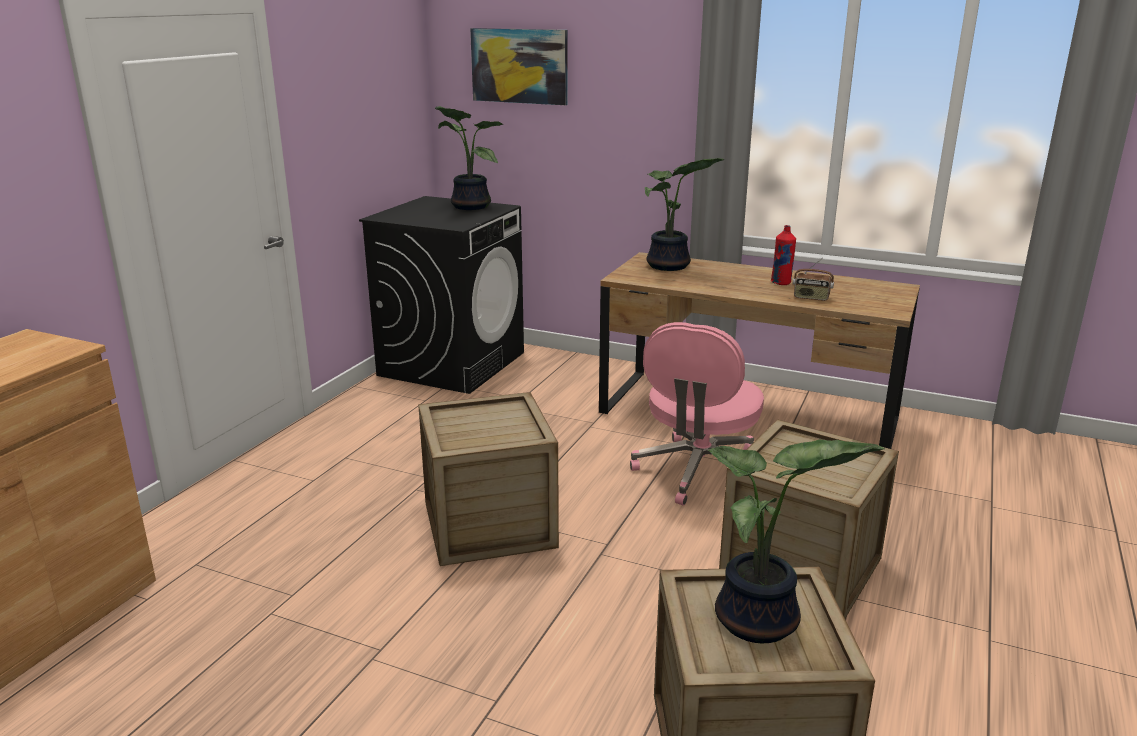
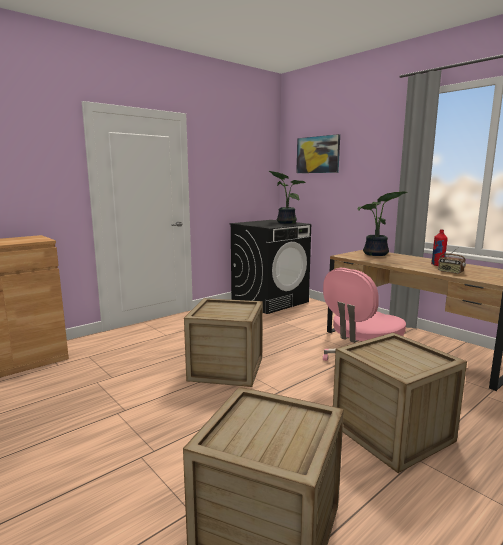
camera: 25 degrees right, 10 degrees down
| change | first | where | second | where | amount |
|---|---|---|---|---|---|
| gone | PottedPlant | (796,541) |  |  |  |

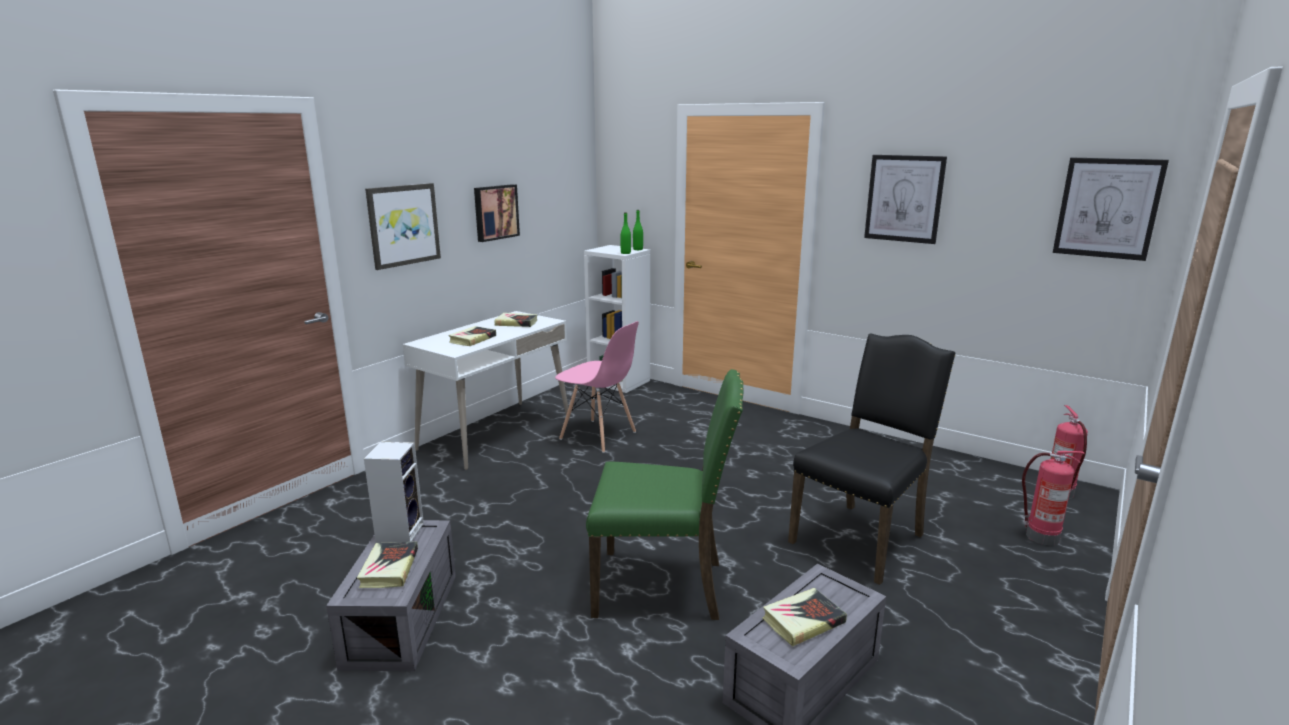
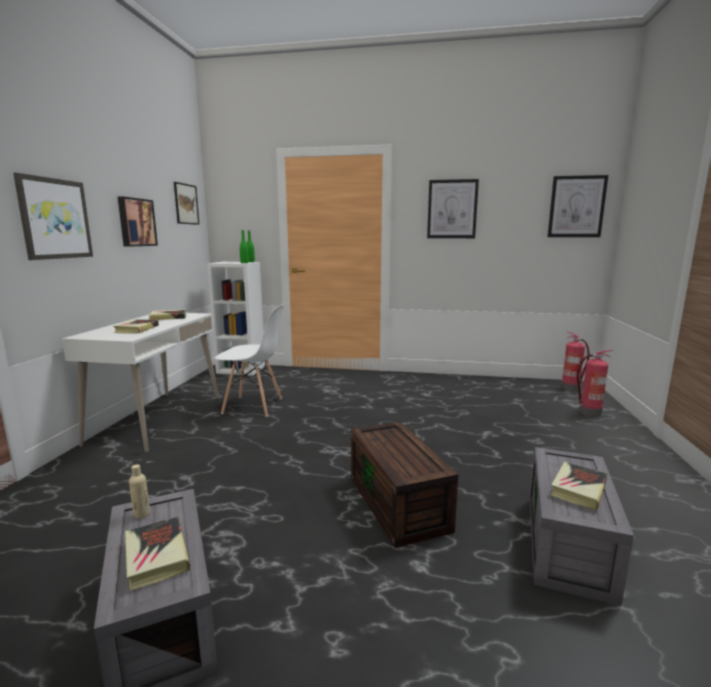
camera: 25 degrees left, 5 degrees down
| change | first | where | second | where | amount |
|---|---|---|---|---|---|
| gone | BlackChair | (871,459) |  |  |  |
| new |  |  | Picture | (186,203) |  |
| swapped | Speaker | (394,492) | BeigeBottle | (139,491) |  |
| swapped | GreenChair | (664,494) | BrownStorageBox | (404,485) |  |
| repainted | PinkChair | (597,387) | WhiteChair | (249,360) |  |

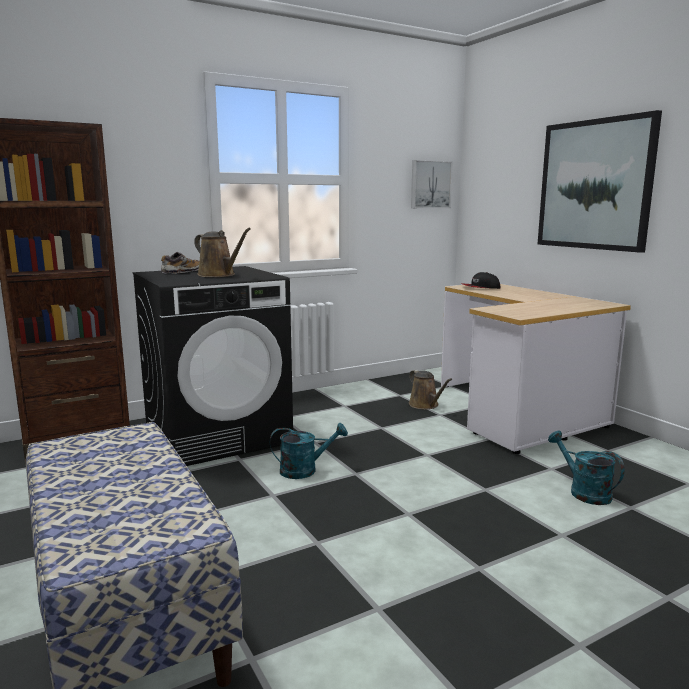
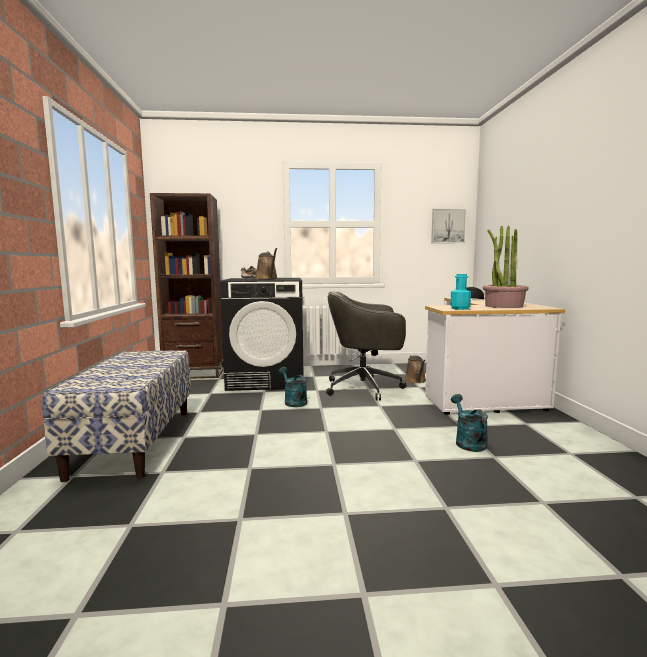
camera: 25 degrees right, 5 degrees down
| change | first | where | second | where | amount |
|---|---|---|---|---|---|
| gone | Picture | (600,181) |  |  |  |
| new |  |  | GreyOfficeChair | (366,346) |  |
| new |  |  | TurquoiseBottle | (460,292) |  |
| new |  |  | PottedPlant | (506,266) |  |
| rotated | TurquoiseWateringCan | (309,451) |  | (292,387) | 135 degrees counterclockwise |

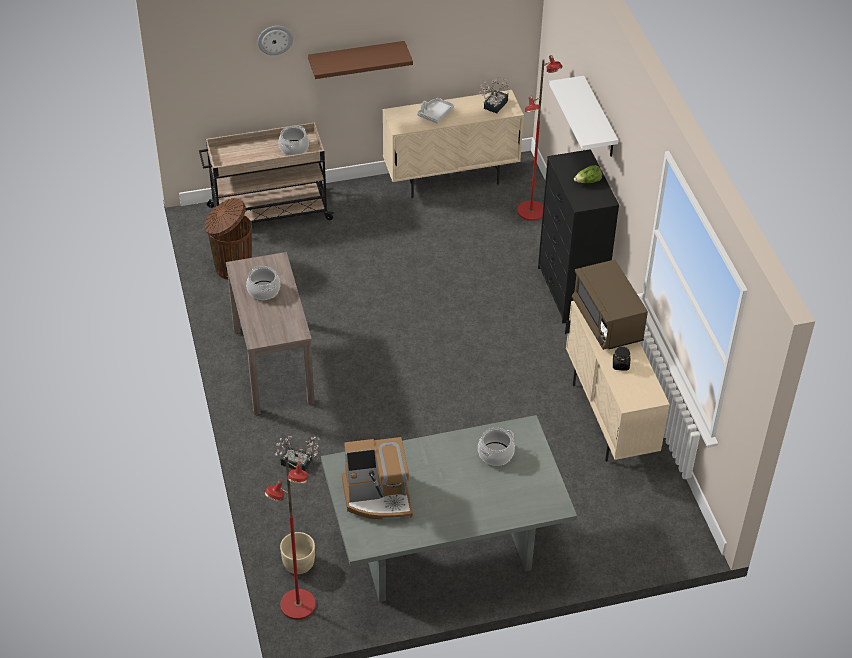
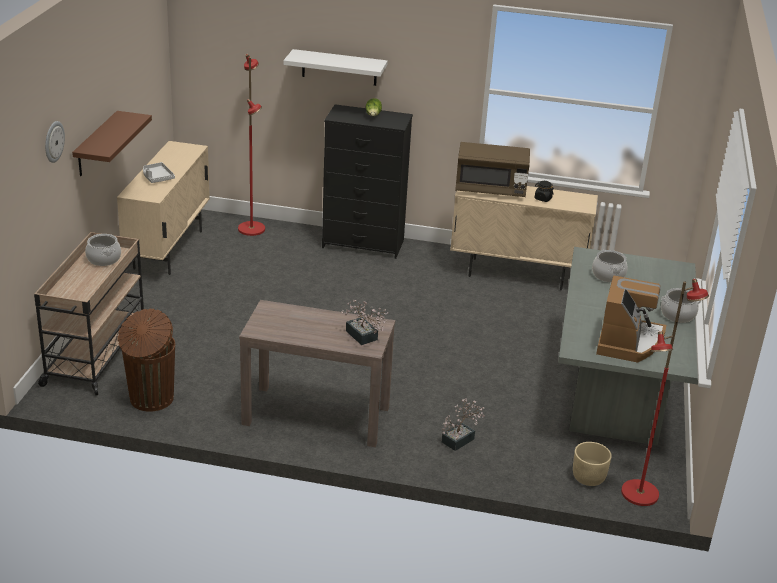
camera: 65 degrees left, 15 degrees down
| change | first | where | second | where | amount |
|---|---|---|---|---|---|
| shifted | CookingPot | (263,283) |  | (681,305) |  |
| shifted | PottedPlant | (494,95) |  | (365,322) |  |

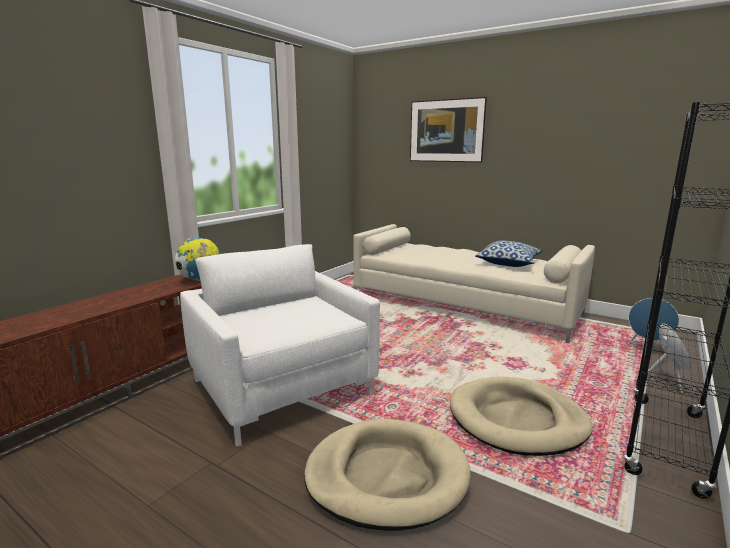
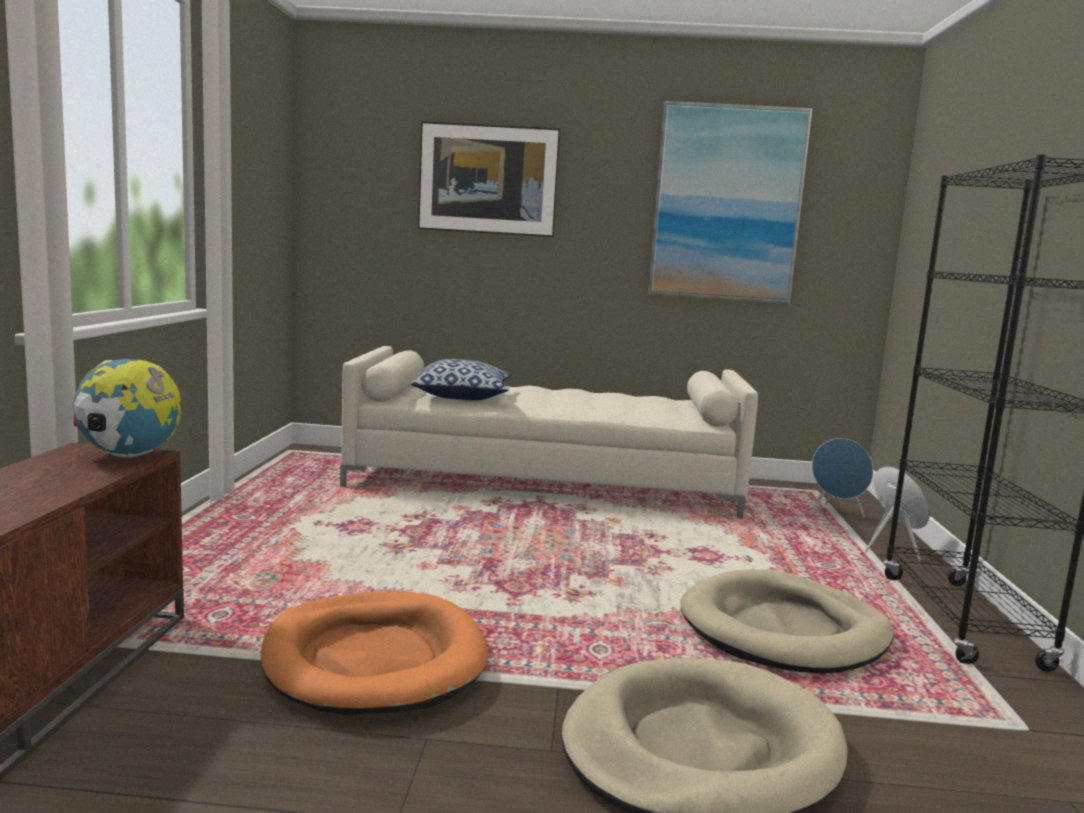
camera: 30 degrees left, 5 degrees down
| change | first | where | second | where | amount |
|---|---|---|---|---|---|
| new |  |  | Picture | (730,202) |  |
| shifted | Pillow | (509,254) |  | (461,379) |  |
| swapped | WhiteArmchair | (280,345) | OrangeDogBed | (374,653) |  |

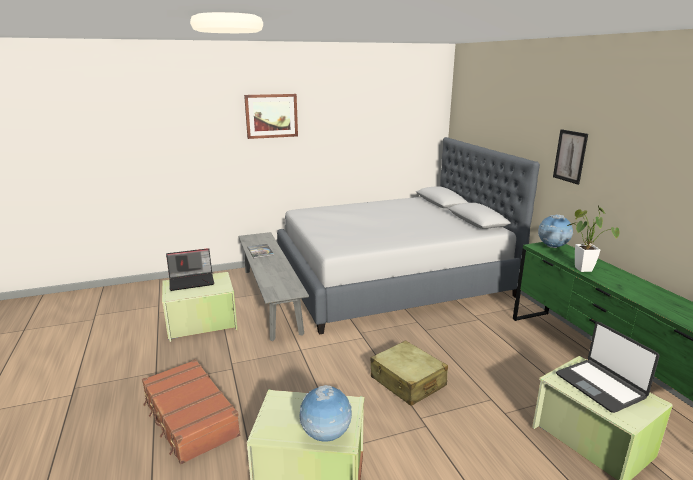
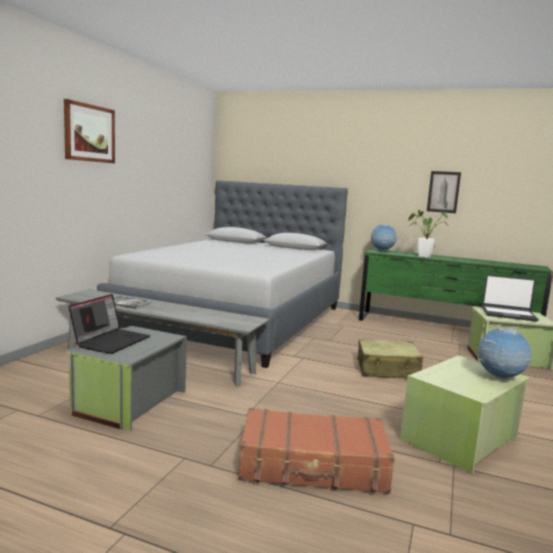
camera: 50 degrees left, 10 degrees down
| change | first | where | second | where | amount |
|---|---|---|---|---|---|
| shifted | Picture | (570,157) |  | (444,192) |  |
| repainted | GreenStorageBox | (199,307) | GreyStorageBox | (126,378) |  |

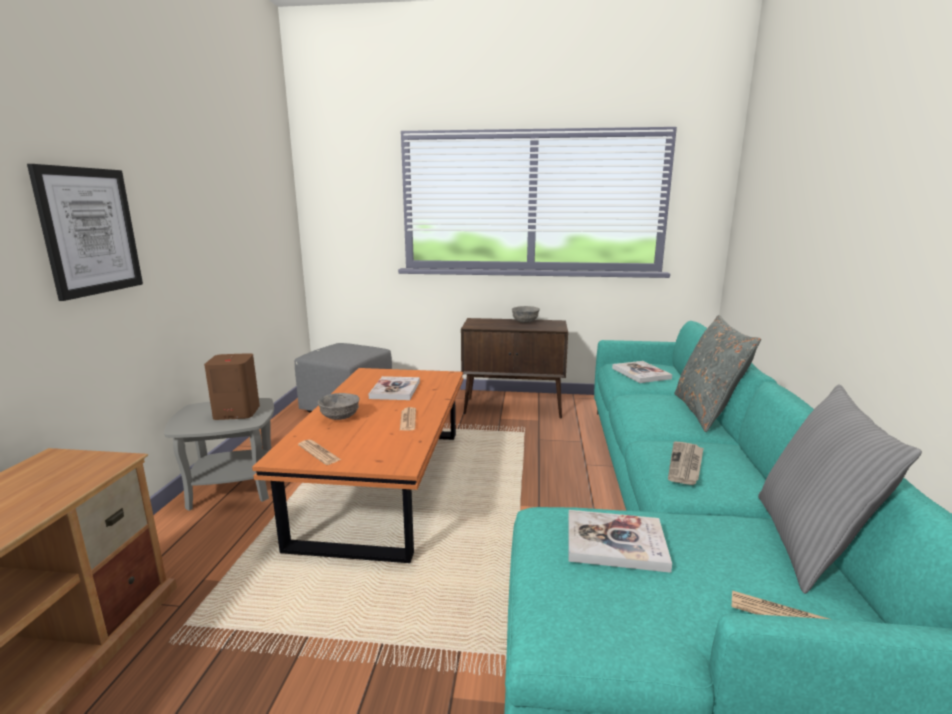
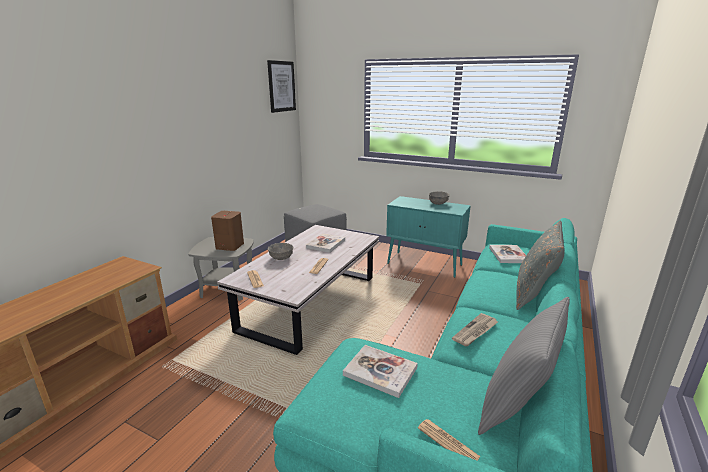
camera: 20 degrees right, 5 degrees up
| change | first | where | second | where | amount |
|---|---|---|---|---|---|
| shifted | Picture | (85,232) |  | (281,86) |  |
| repainted | OrangeCoffeeTable | (357,465) | WhiteCoffeeTable | (298,290) |  |
| repainted | BrownCabinet | (514,368) | TurquoiseCabinet | (428,237) |  |

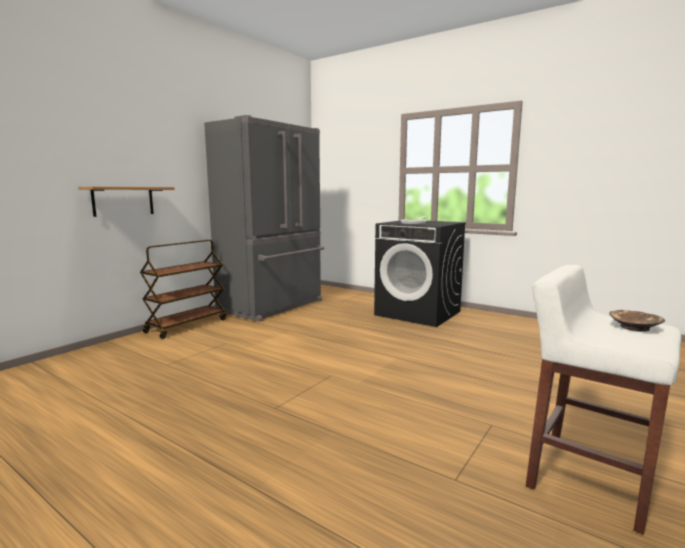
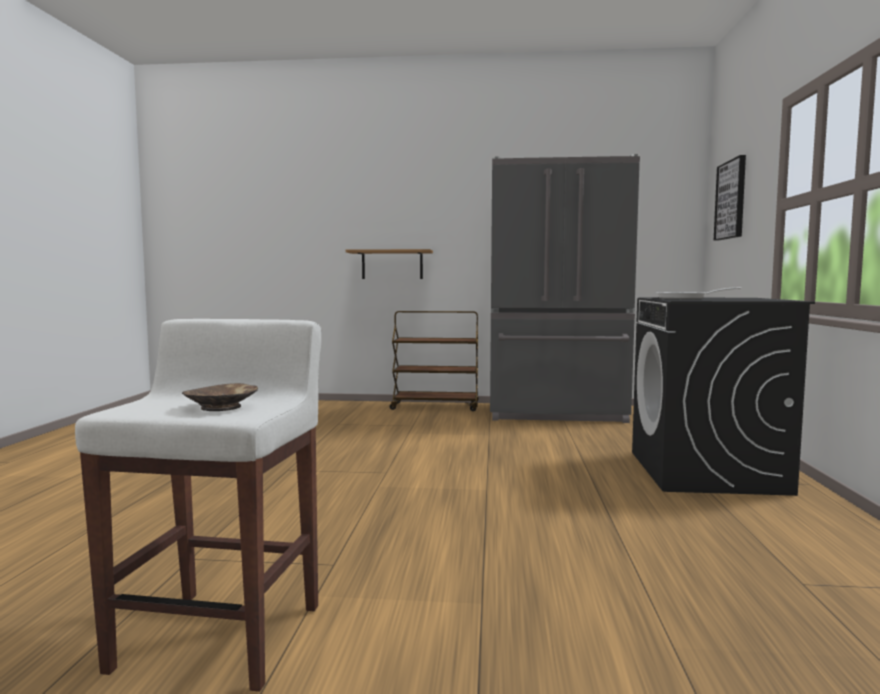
camera: 60 degrees right, 5 degrees down
| change | first | where | second | where | amount |
|---|---|---|---|---|---|
| new |  |  | Picture | (730,198) |  |

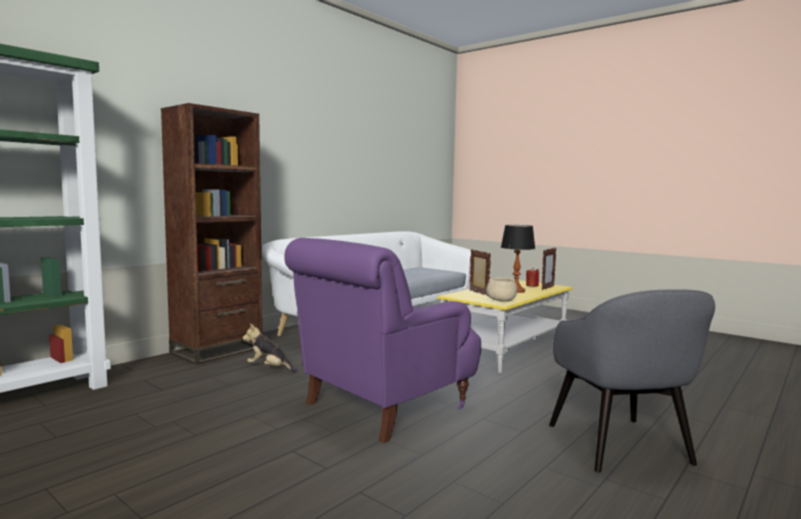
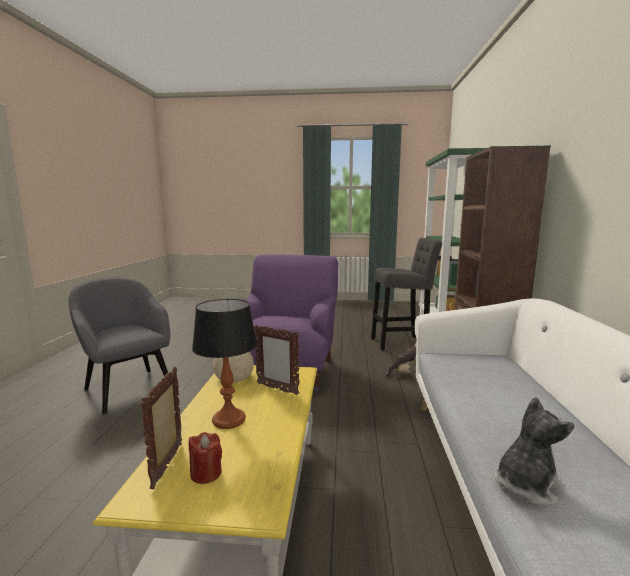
camera: 145 degrees right, 5 degrees up
| change | first | where | second | where | amount |
|---|---|---|---|---|---|
| new |  |  | GreyStool | (406,294) |  |
| new |  |  | PlushToy | (534,451) |  |

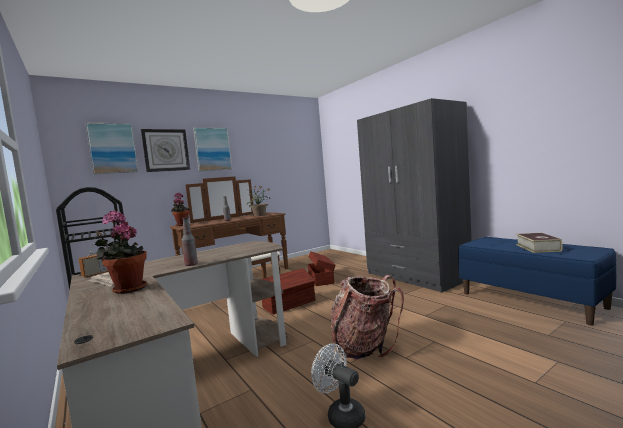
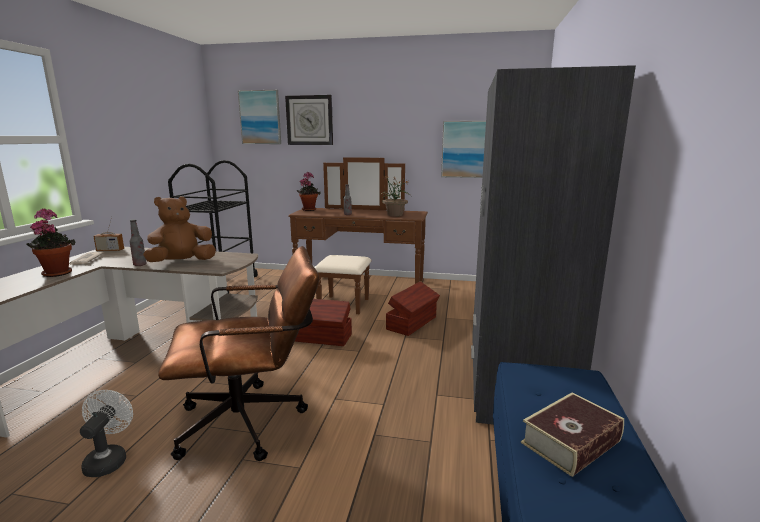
camera: 45 degrees right, 10 degrees up
| change | first | where | second | where | amount |
|---|---|---|---|---|---|
| new |  |  | BrownPlushToy | (179,229) |  |
| shifted | Picture | (212,149) |  | (463,149) |  |
| swapped | Backpack | (367,317) | BrownOfficeChair | (238,353) |  |

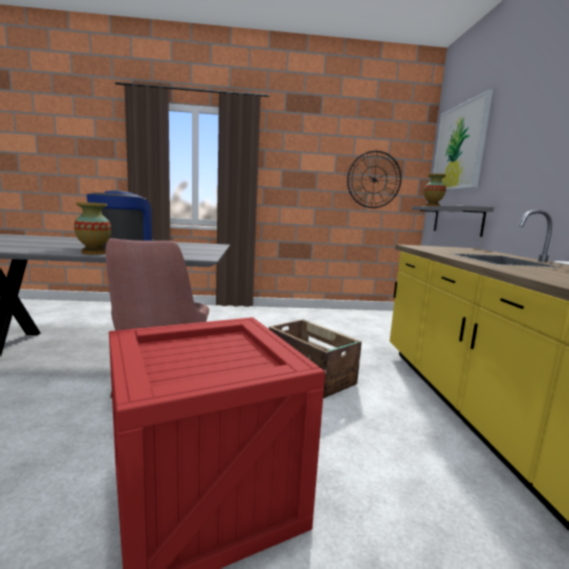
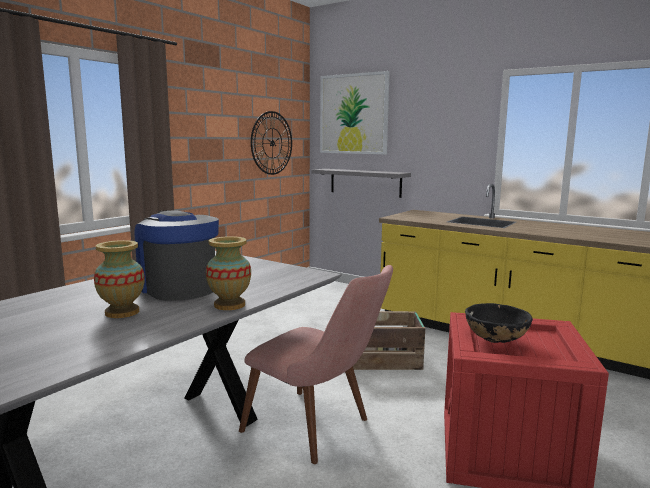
camera: 50 degrees left, 0 degrees up
| change | first | where | second | where | amount |
|---|---|---|---|---|---|
| new |  |  | BlackBowl | (499,323) |  |
| shifted | Vase | (435,190) |  | (119,279) |  |

